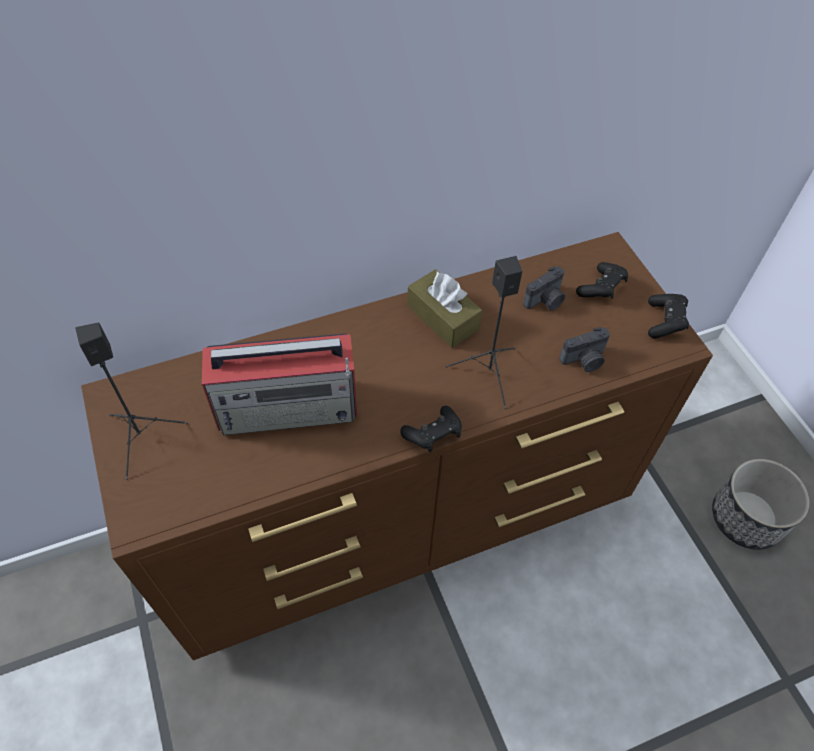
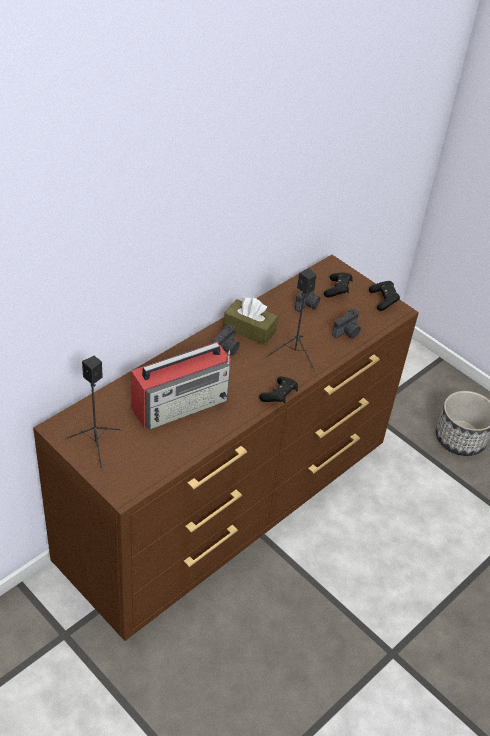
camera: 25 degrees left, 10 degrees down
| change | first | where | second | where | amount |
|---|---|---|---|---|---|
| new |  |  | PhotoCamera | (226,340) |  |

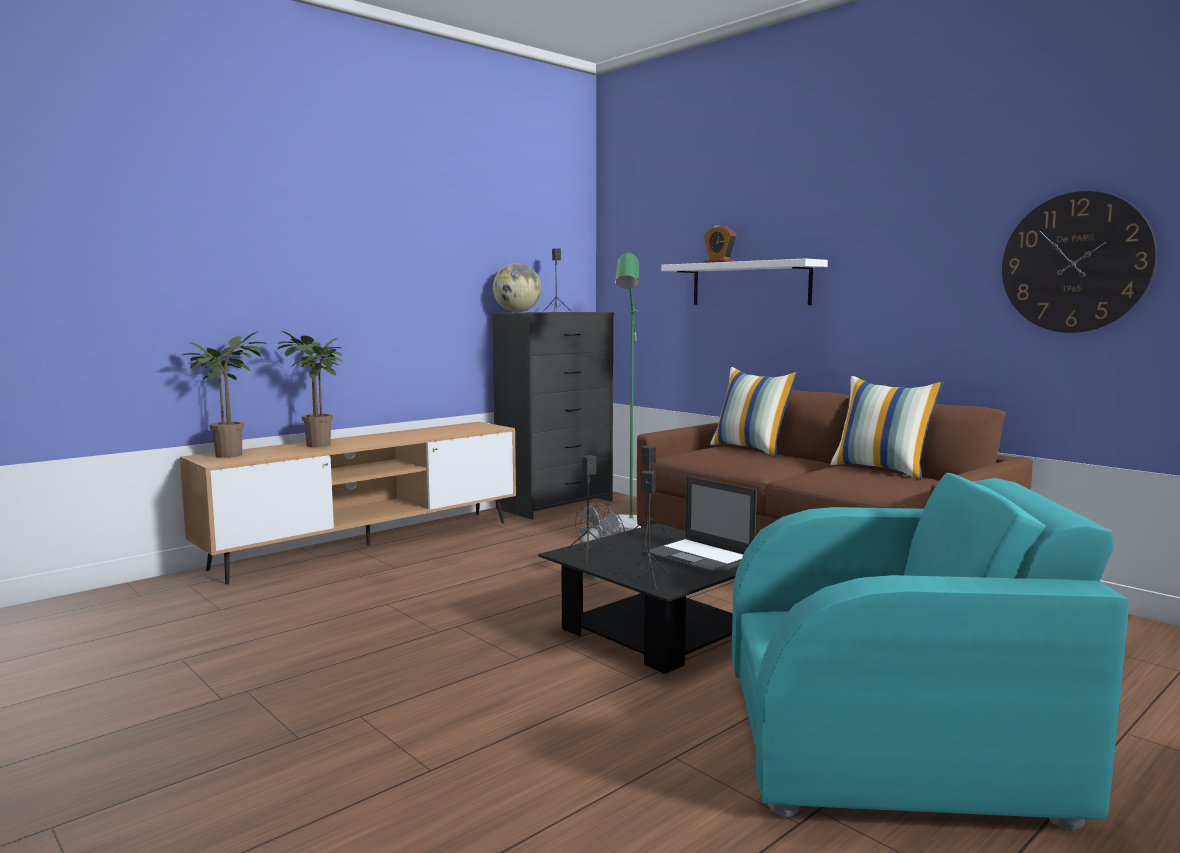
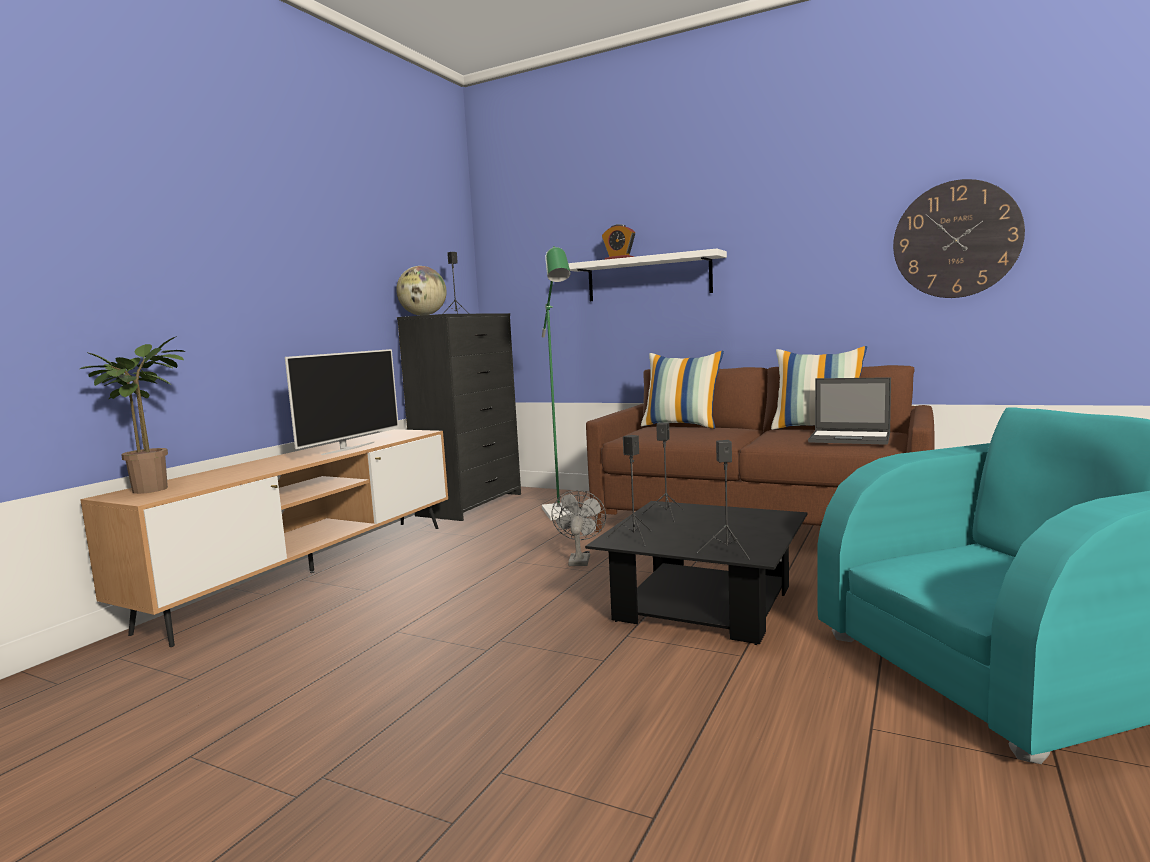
camera: 20 degrees left, 0 degrees up
| change | first | where | second | where | amount |
|---|---|---|---|---|---|
| gone | PottedPlant | (310,389) |  |  |  |
| new |  |  | Television | (342,402) |  |
| shifted | Laptop | (700,525) |  | (849,411) |  |

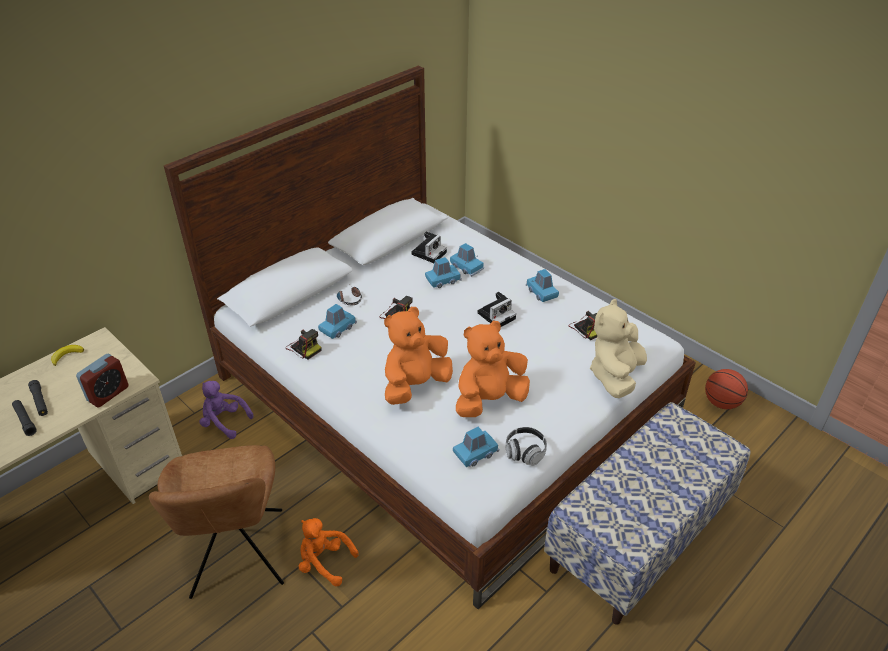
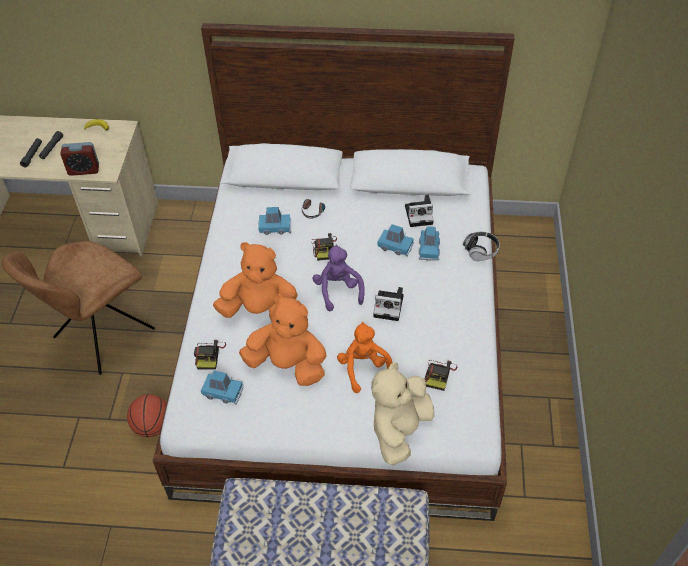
camera: 50 degrees right, 10 degrees up
| change | first | where | second | where | amount |
|---|---|---|---|---|---|
| gone | BlueToyCar | (542,285) |  |  |  |
| shifted | PurplePlushToy | (226,410) |  | (339,278) |  |
| shifted | PhotoCamera | (304,344) |  | (210,355) |  |
| shifted | OrangePlushToy | (329,552) |  | (365,357) |  |
| shifted | Headphones | (526,446) |  | (481,246) |  |
| shifted | Basketball | (726,389) |  | (147,415) |  |
| rotated | BeigePlushToy | (618,348) |  | (402,414) | 45 degrees counterclockwise |

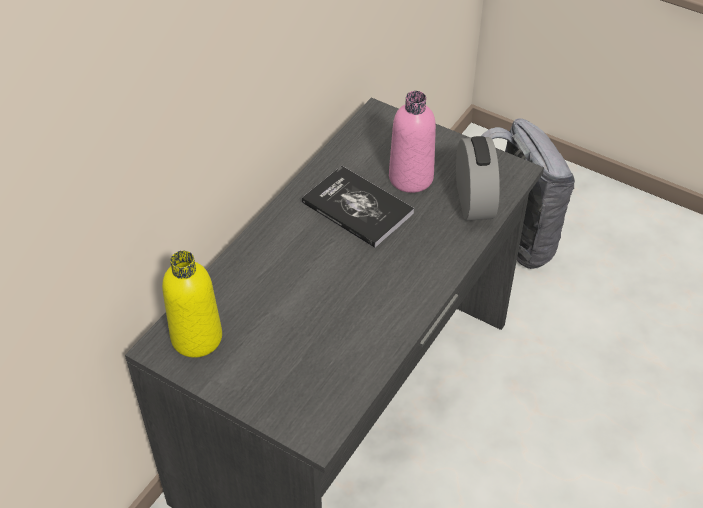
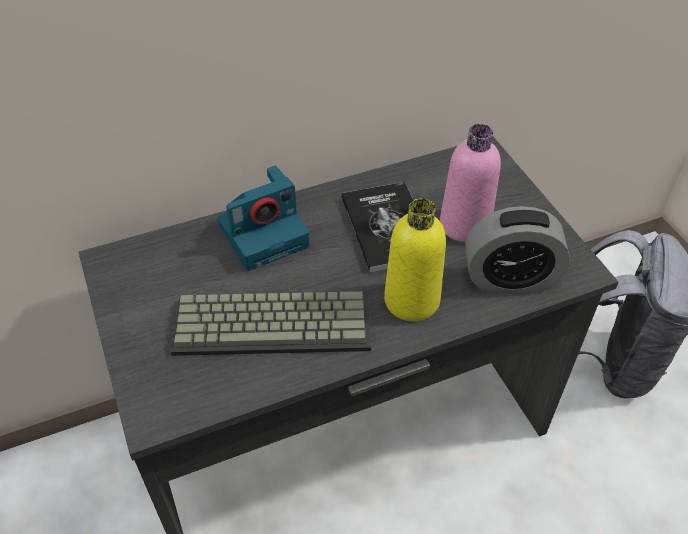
camera: 35 degrees right, 0 degrees up
| change | first | where | second | where | amount |
|---|---|---|---|---|---|
| new |  |  | Keyboard | (270,323) |  |
| new |  |  | PhotoCamera | (263,218) |  |
| shifted | YellowBottle | (192,304) |  | (415,260) |  |
| rotated | AlarmClock | (478,178) |  | (517,248) | 60 degrees clockwise |

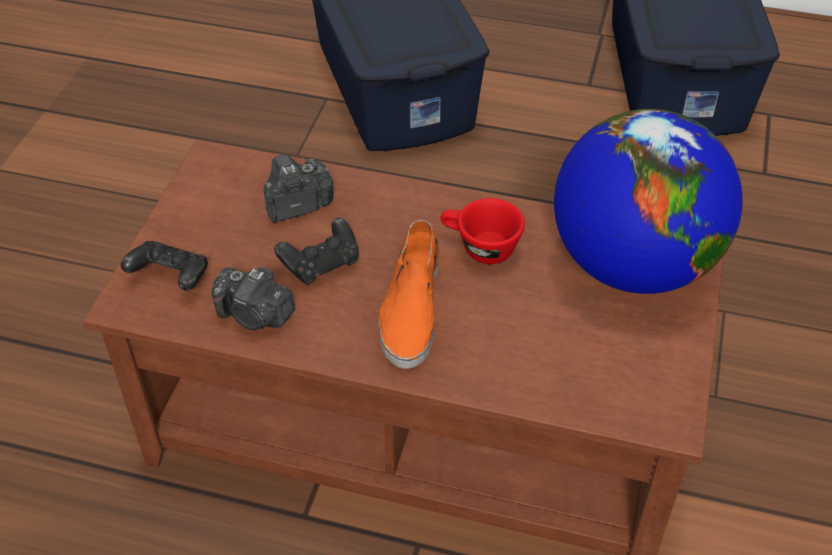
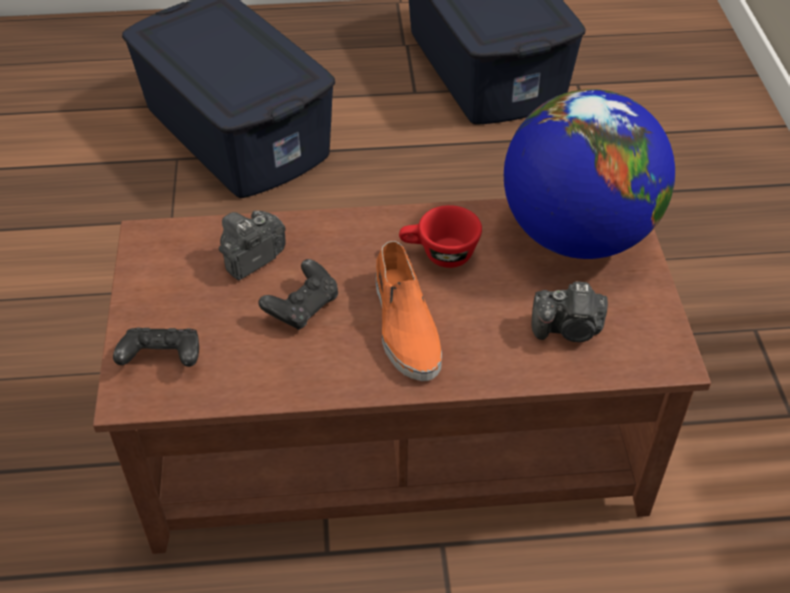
camera: 20 degrees left, 0 degrees up
| change | first | where | second | where | amount |
|---|---|---|---|---|---|
| shifted | PhotoCamera | (253,298) |  | (570,311) |  |

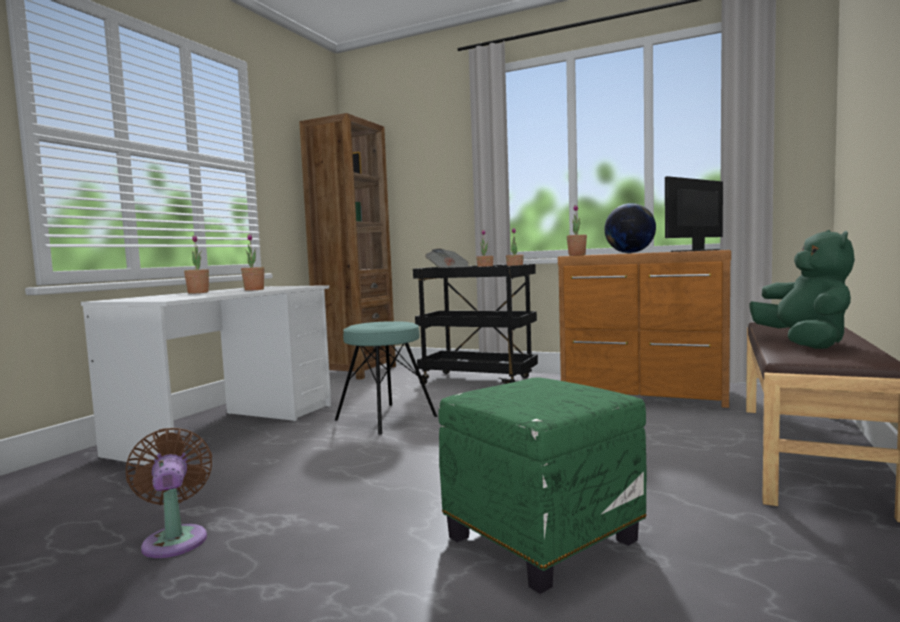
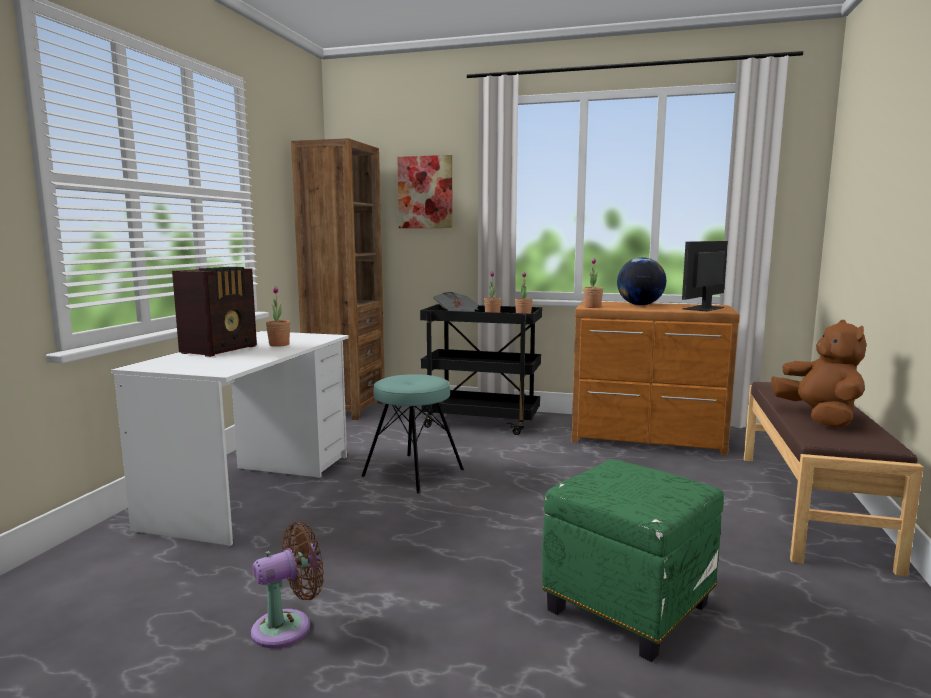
camera: 10 degrees left, 5 degrees up
| change | first | where | second | where | amount |
|---|---|---|---|---|---|
| new |  |  | Picture | (425,191) |  |
| swapped | PottedPlant | (196,264) | Radio | (214,312) |  |
| repainted | GreenPlushToy | (802,289) | BrownPlushToy | (818,374) |  |
| rotated | BrownFan | (169,493) |  | (287,585) | 90 degrees clockwise |

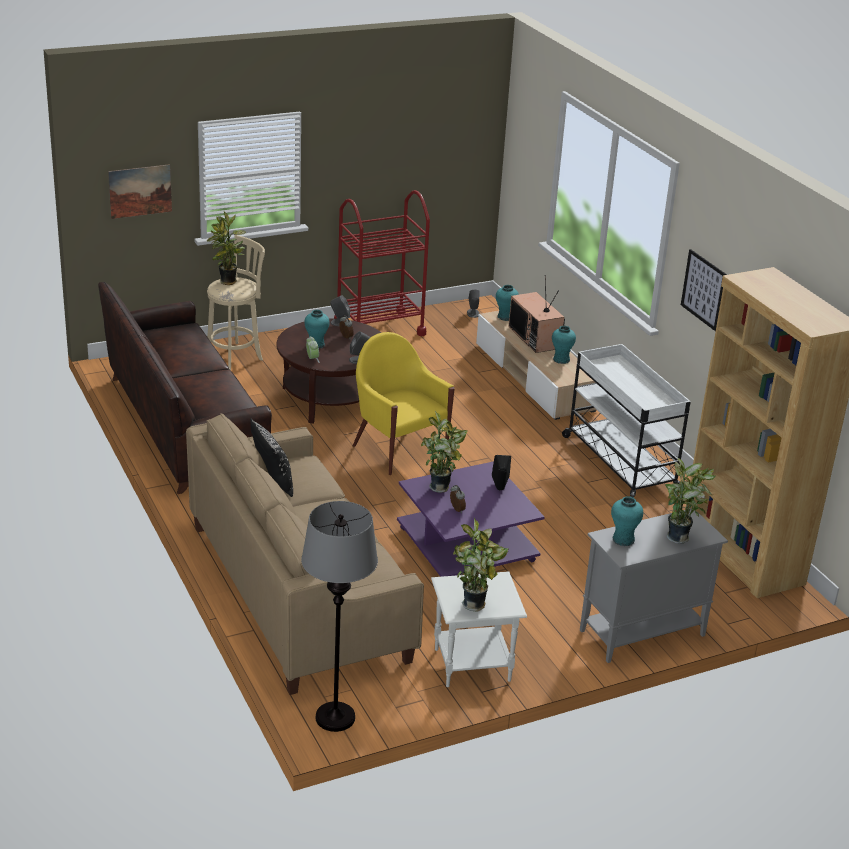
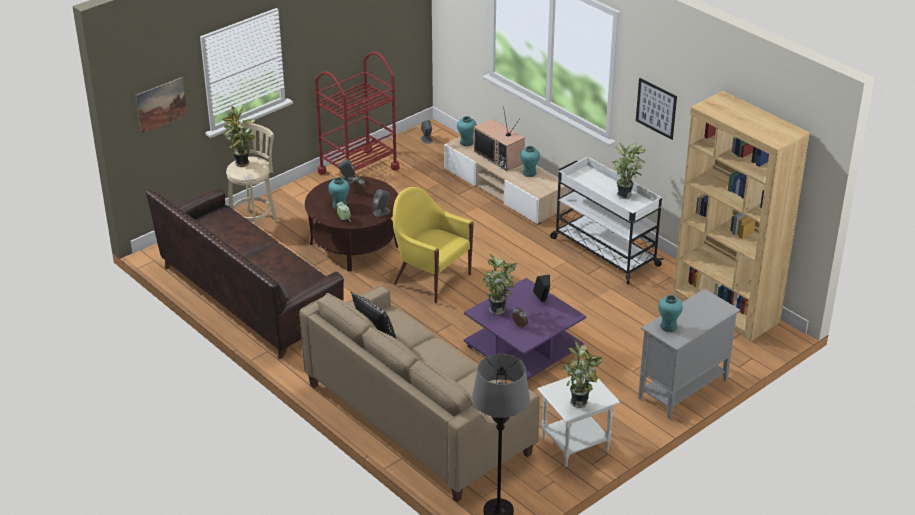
camera: 15 degrees left, 5 degrees up
| change | first | where | second | where | amount |
|---|---|---|---|---|---|
| shifted | PottedPlant | (690,500) |  | (629,170) |  |

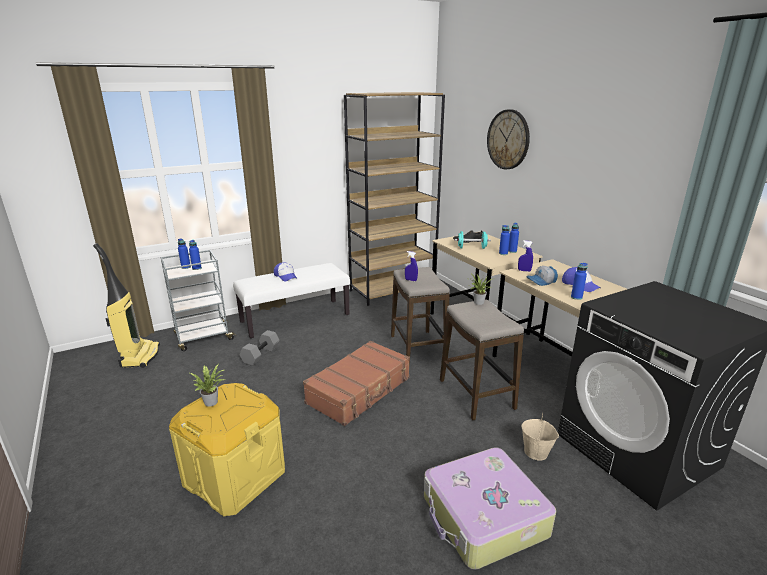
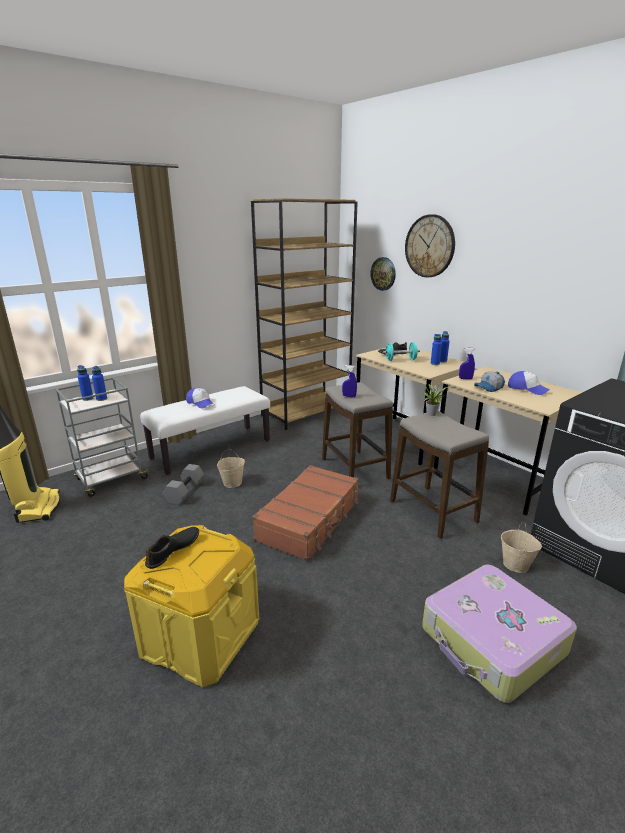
camera: 10 degrees left, 0 degrees up
| change | first | where | second | where | amount |
|---|---|---|---|---|---|
| gone | BlueBottle | (579,281) |  |  |  |
| new |  |  | BeigeBucket | (231,468) |  |
| new |  |  | WallClock | (383,274) |  |
| swapped | PottedPlant | (207,385) | BlackShoe | (172,548) |  |

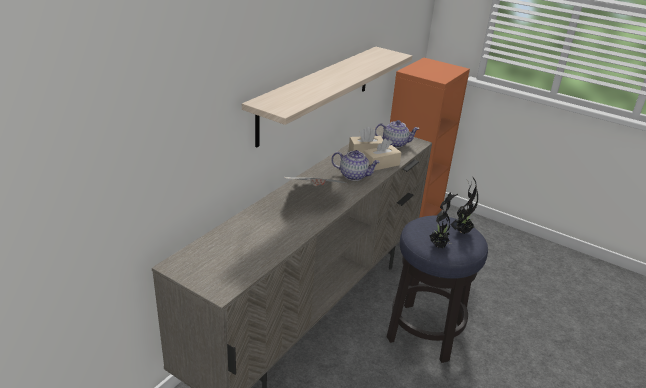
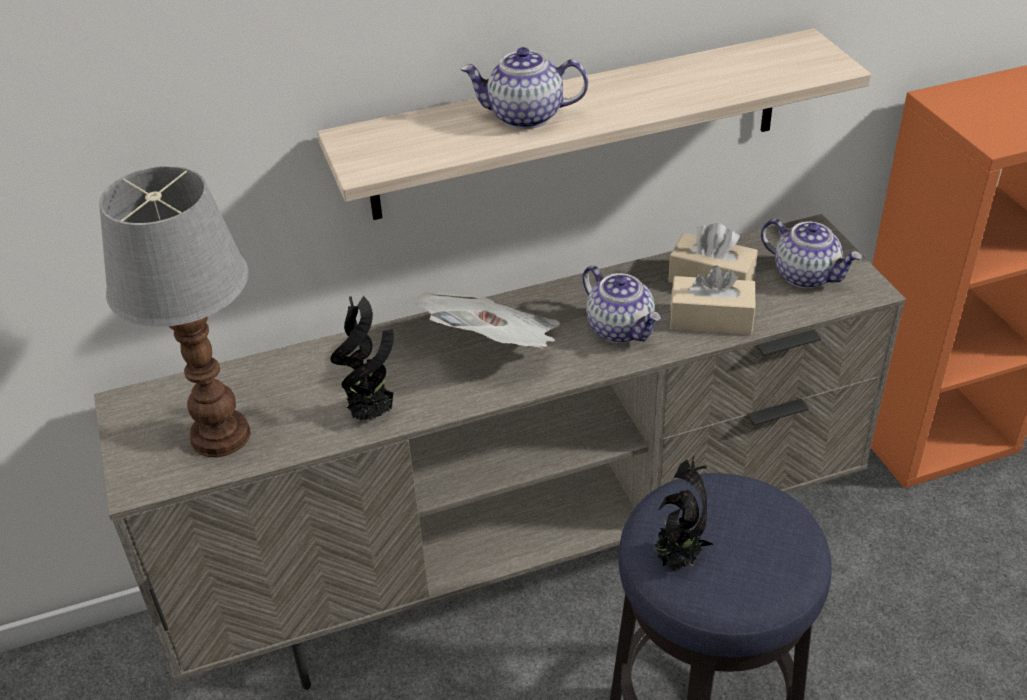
camera: 40 degrees right, 10 degrees up
| change | first | where | second | where | amount |
|---|---|---|---|---|---|
| new |  |  | TableLamp | (175,311) |  |
| new |  |  | Teapot | (524,88) |  |
| shifted | PottedPlant | (464,206) |  | (362,358) |  |

